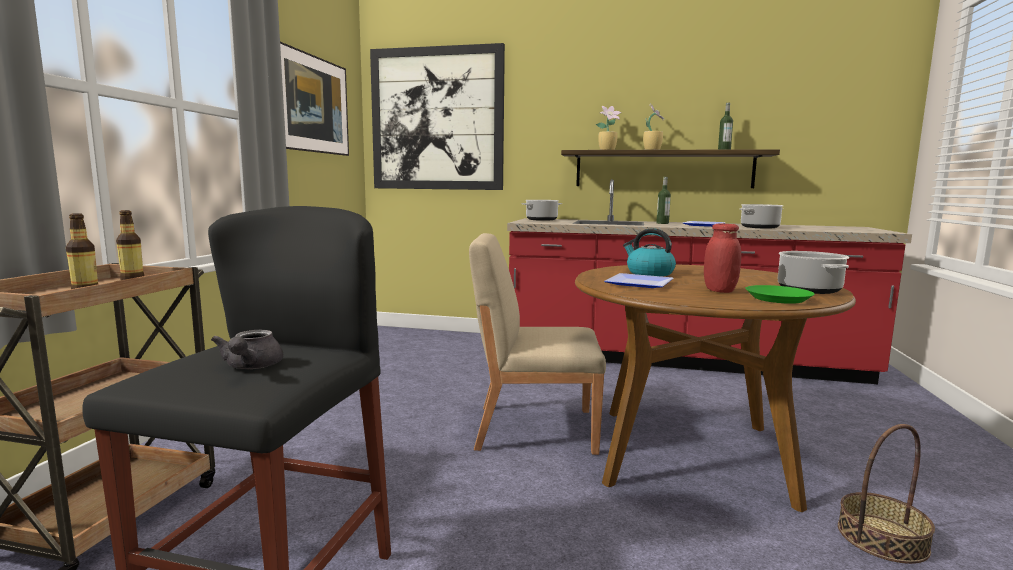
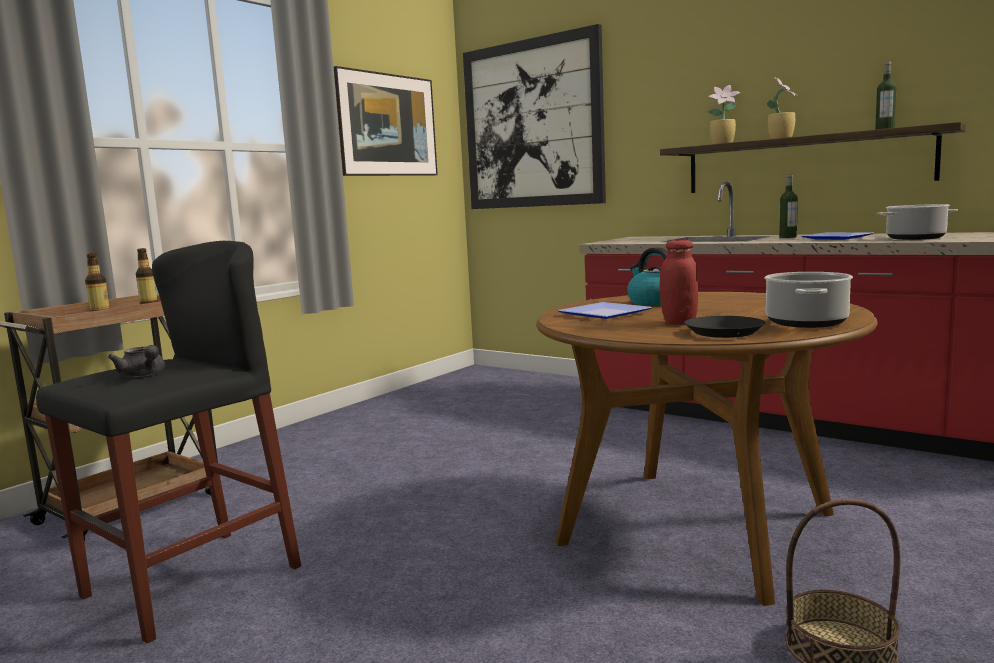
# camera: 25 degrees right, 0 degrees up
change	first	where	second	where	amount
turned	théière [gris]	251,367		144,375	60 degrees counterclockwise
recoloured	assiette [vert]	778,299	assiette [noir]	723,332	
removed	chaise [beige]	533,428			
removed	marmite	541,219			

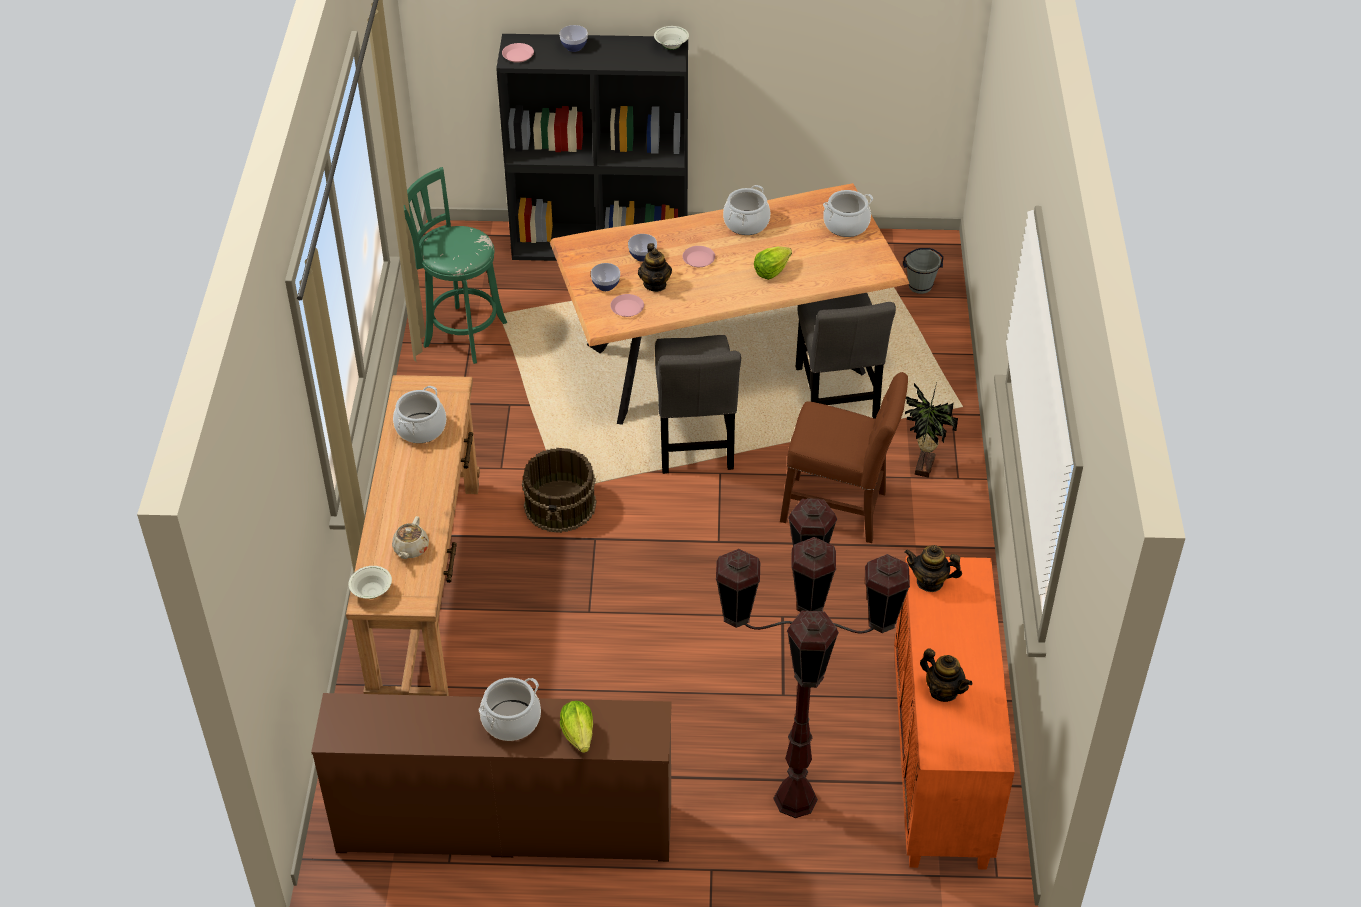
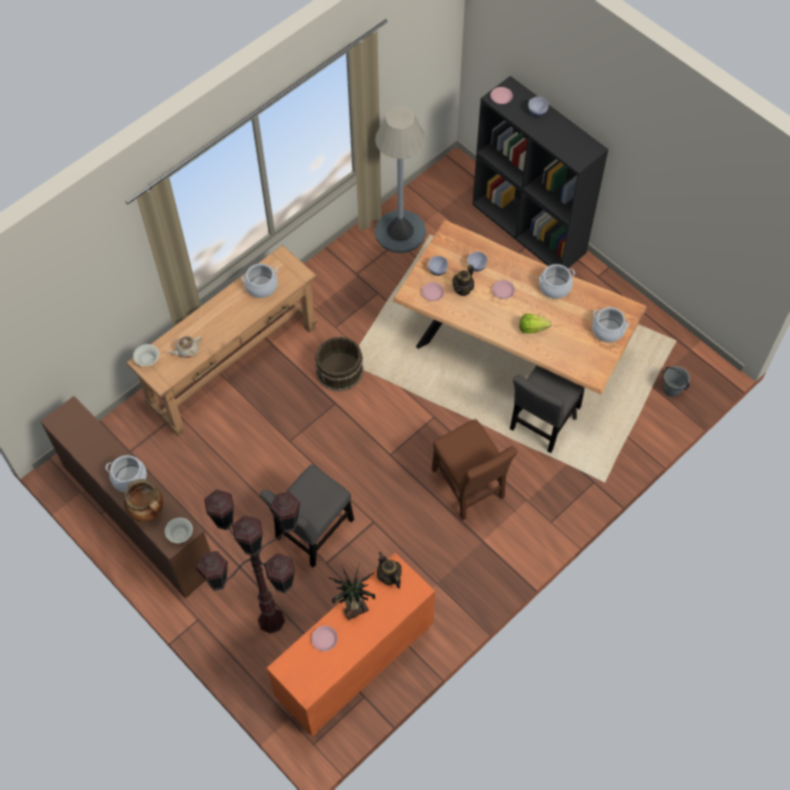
# camera: 45 degrees right, 15 degrees up
change	first	where	second	where	amount
replaced	laitue	578,734	marmite	148,511	
moved	bol [blanc]	671,47		180,534	
moved	chaise [gris]	694,443		312,532	
replaced	théière	943,691	assiette [rose]	324,639	
moved	plante en pot	922,466		354,609	
replaced	tabouret [vert]	461,333	lampadaire [gris]	400,231	

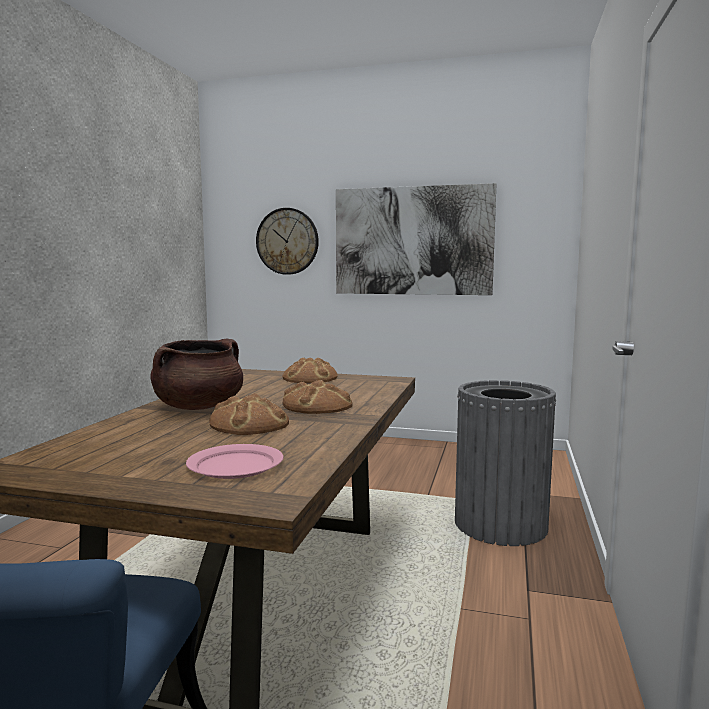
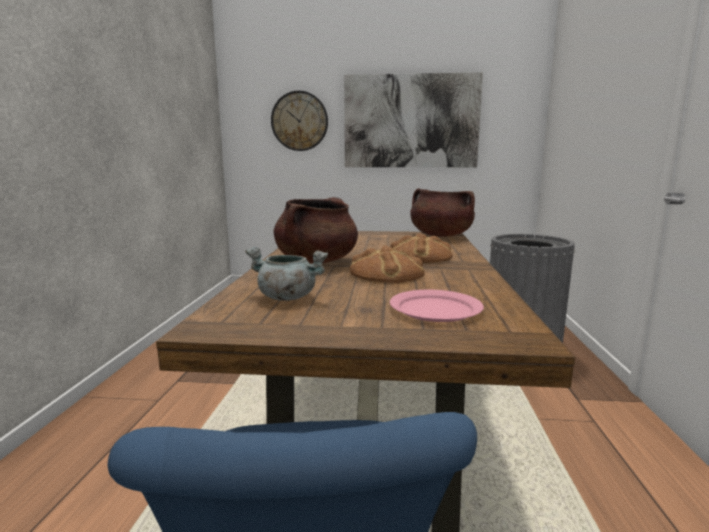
# camera: 10 degrees left, 5 degrees up
change	first	where	second	where	amount
added			marmite [gris]	286,297	
added			marmite [marron]	440,235	
removed	pain	310,378			

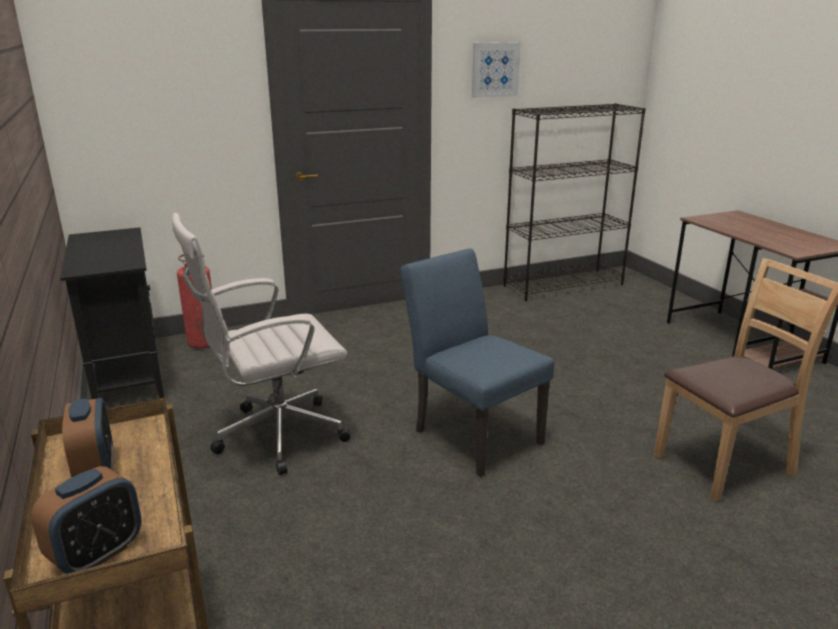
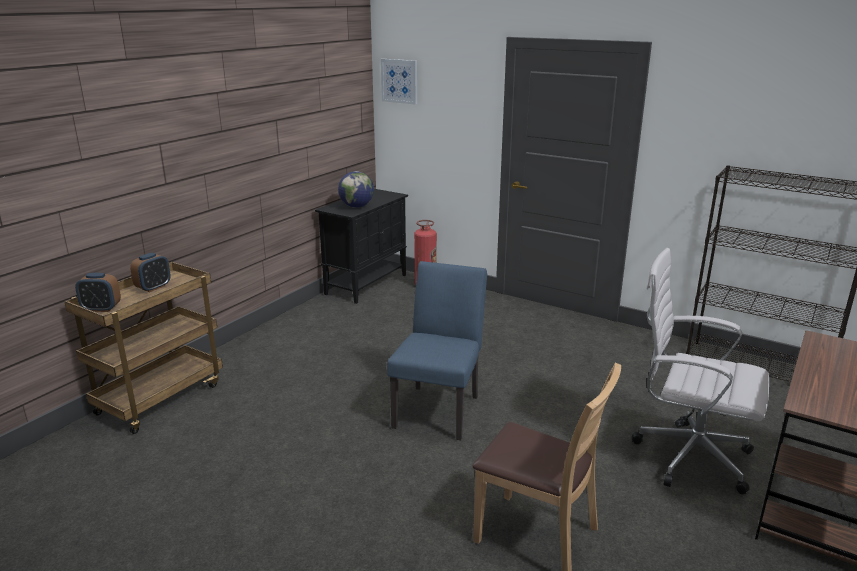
# camera: 55 degrees right, 0 degrees up
change	first	where	second	where	amount
added			globe	356,206	
moved	tableau	495,69		399,81	
moved	chaise de bureau [blanc]	274,437		686,456	

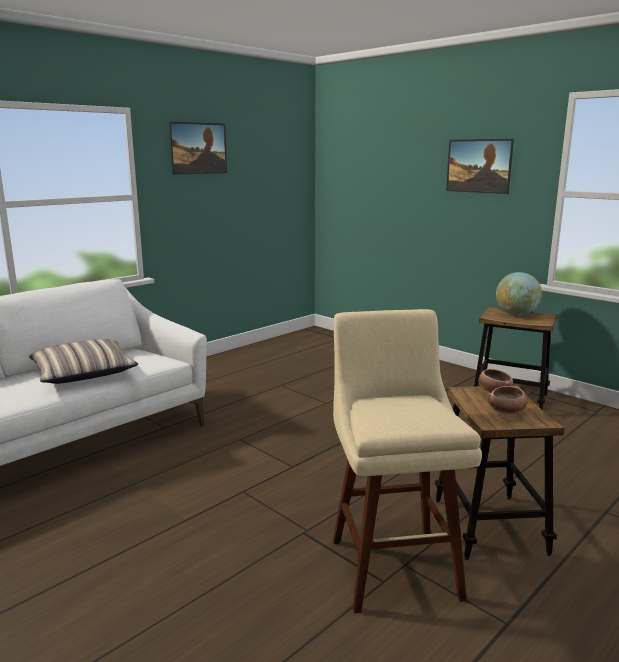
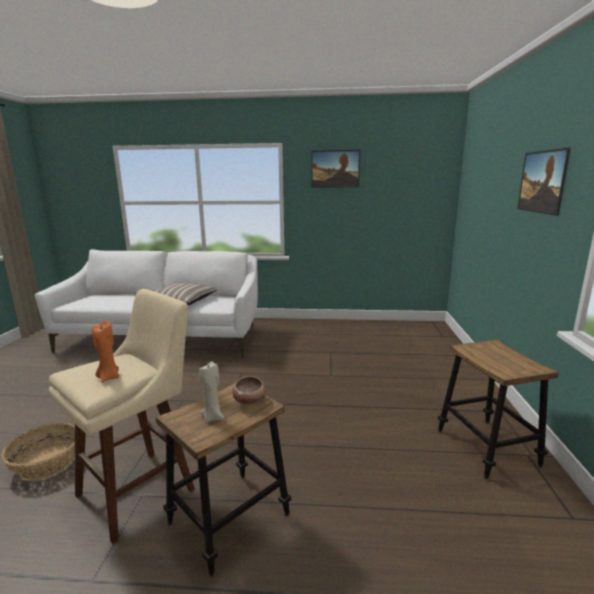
# camera: 50 degrees right, 0 degrees up
change	first	where	second	where	amount
added			panier	47,463	
added			bougie [orange]	108,377	
replaced	bol	507,411	bougie [beige]	213,417	
removed	globe	516,314			

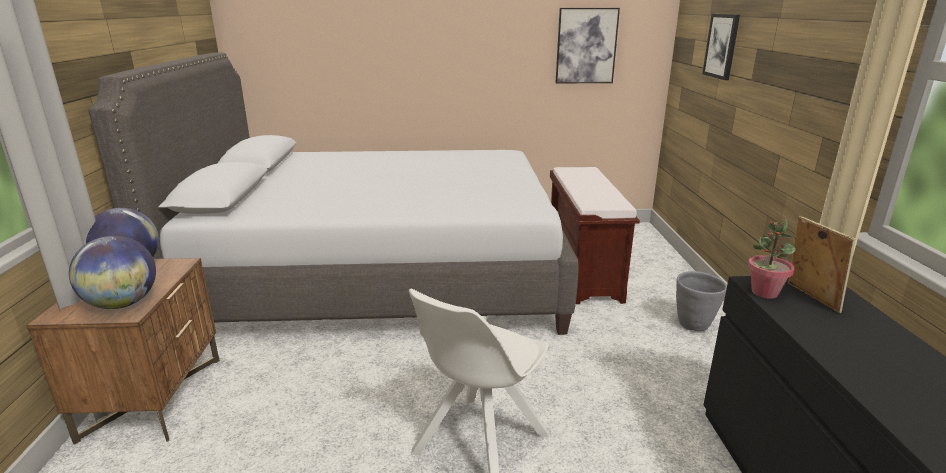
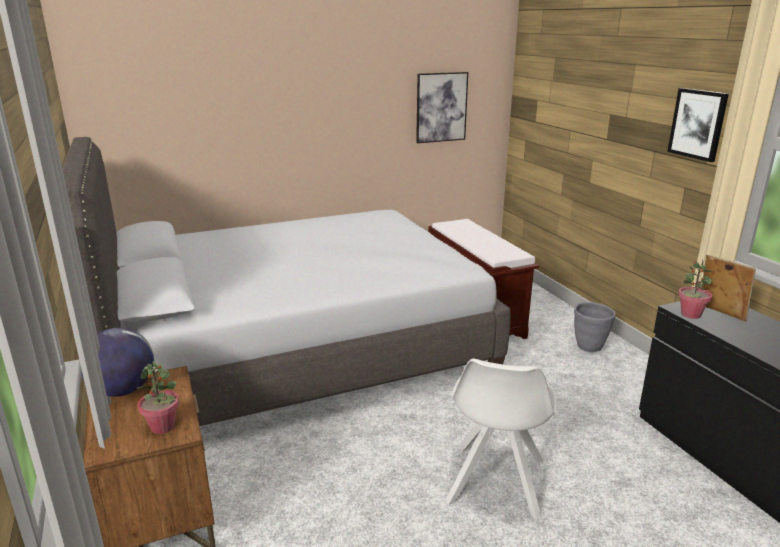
# camera: 20 degrees left, 0 degrees up
change	first	where	second	where	amount
replaced	globe	123,304	plante en pot	163,426	
moved	tableau	722,46		698,124	

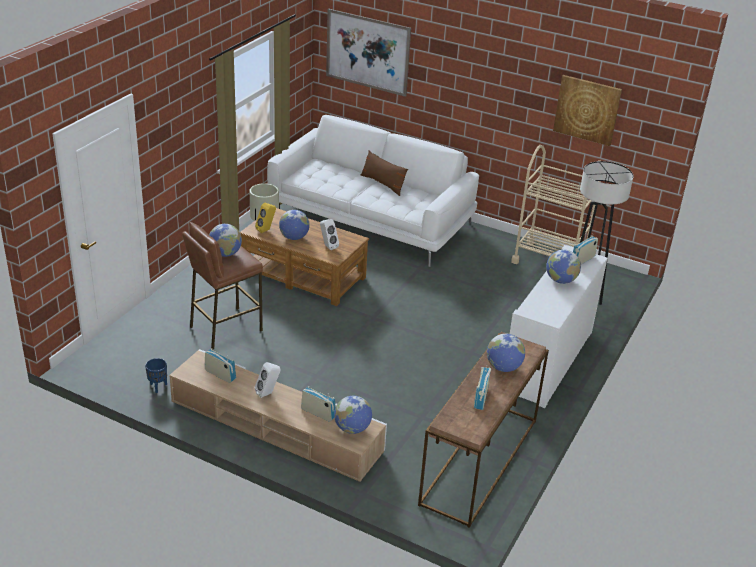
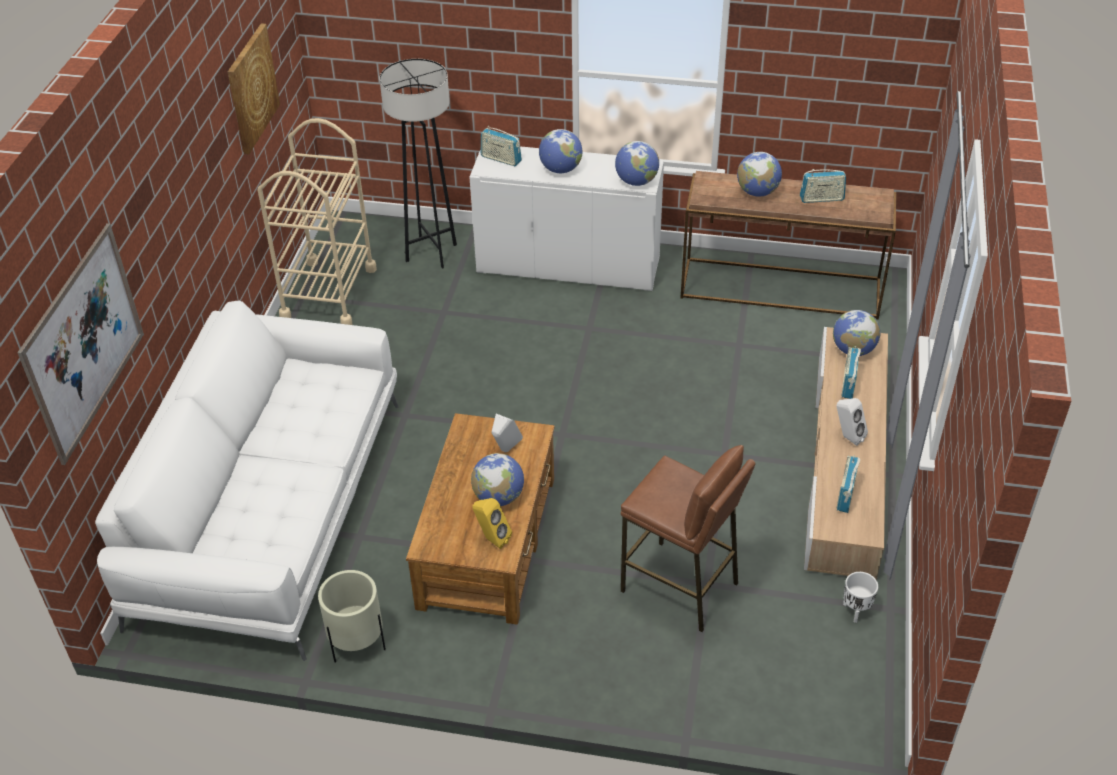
# camera: 105 degrees left, 10 degrees up
change	first	where	second	where	amount
moved	globe	225,254		636,181	
recoloured	cache-pot [bleu]	158,386	cache-pot [blanc]	855,610	
removed	coussin [marron]	383,184			

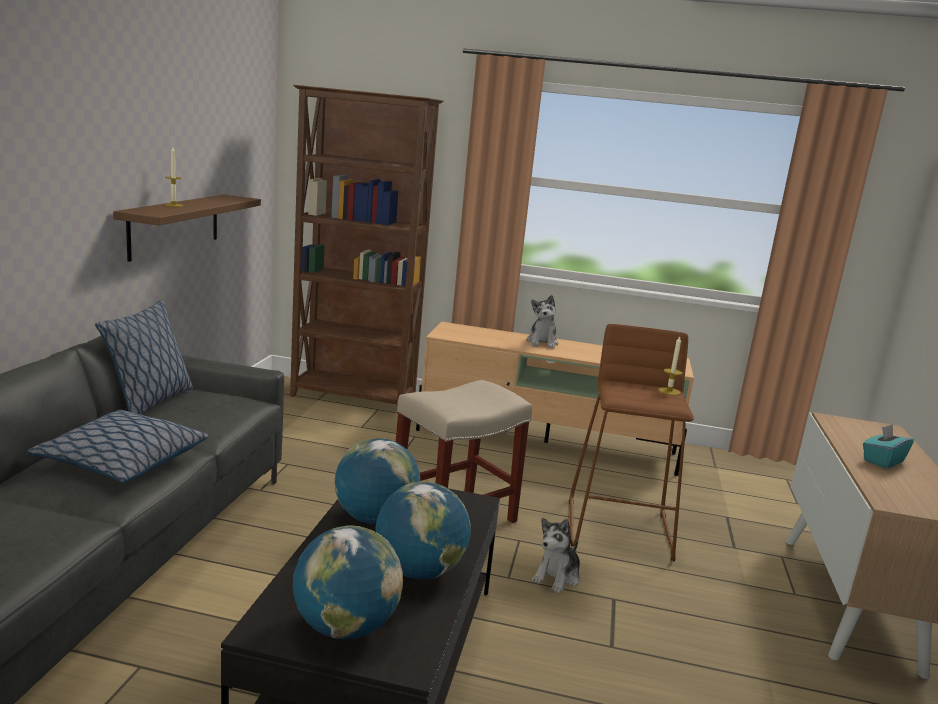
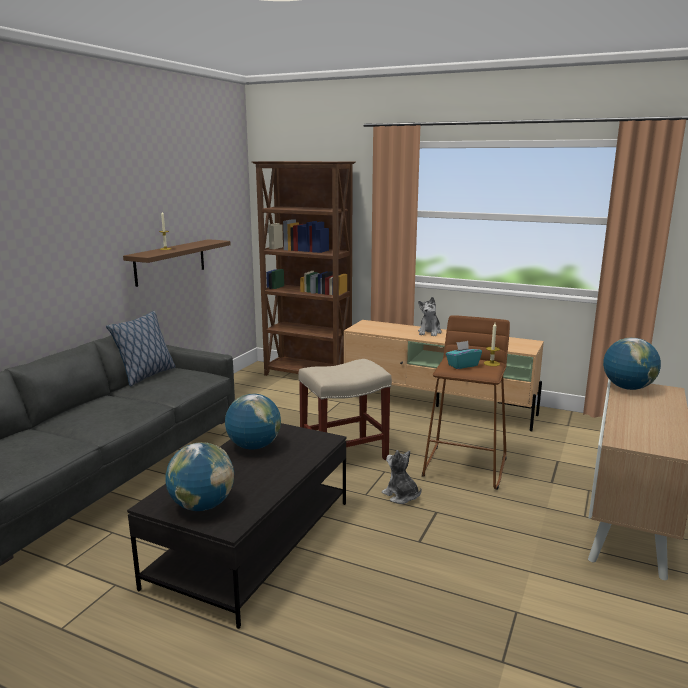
# camera: 15 degrees right, 0 degrees up
change	first	where	second	where	amount
turned	peluche	557,577		401,496	90 degrees clockwise
moved	boîte à mouchoirs [turquoise]	882,461		462,365	
moved	globe	419,571		627,388	
removed	coussin	122,461			

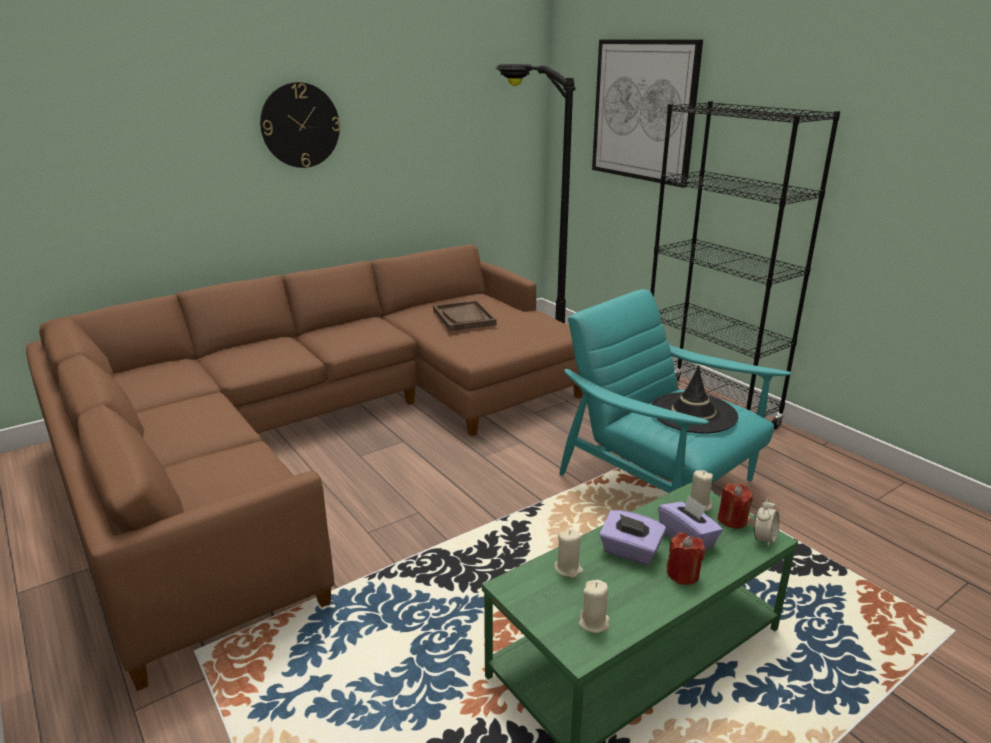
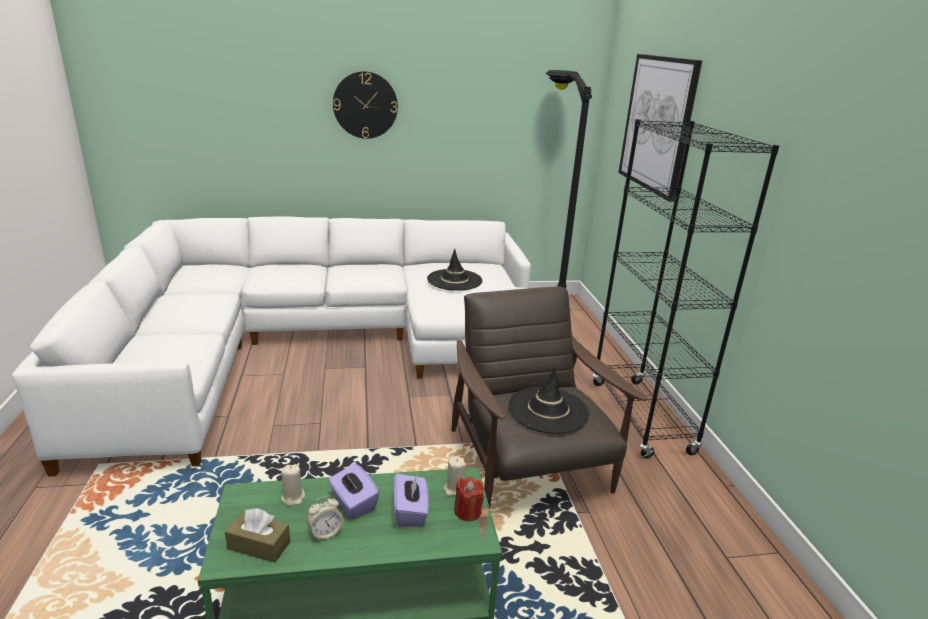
# camera: 25 degrees right, 0 degrees up
change	first	where	second	where	amount
recoloured	canapé [marron]	320,435	canapé [blanc]	315,345	
replaced	bougie [beige]	594,623	boîte à mouchoirs [marron]	259,545	
moved	réveil	764,539		325,532	
replaced	plateau [marron]	464,317	chapeau [noir]	454,280	
recoloured	fauteuil [turquoise]	659,481	fauteuil [marron]	528,464	
removed	bougie [rouge]	683,574			

